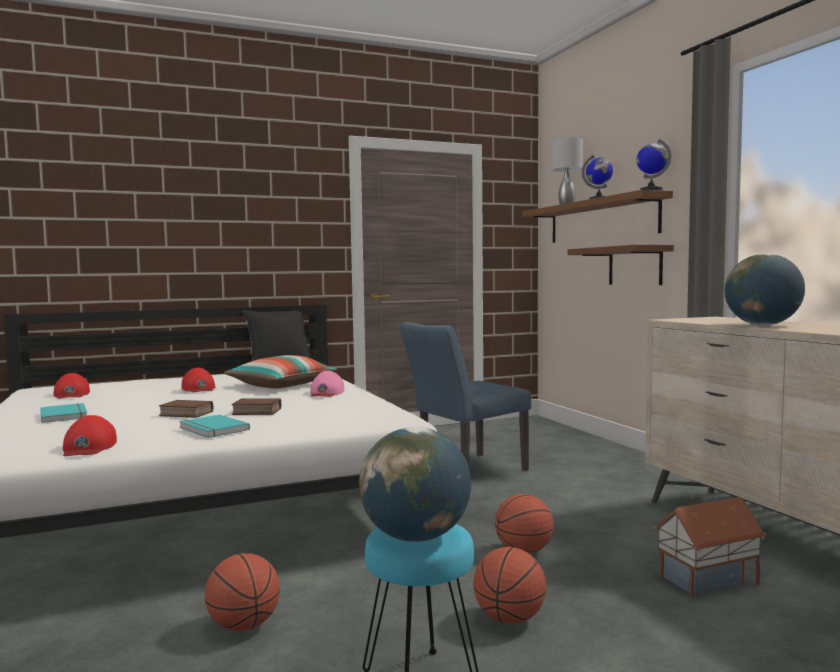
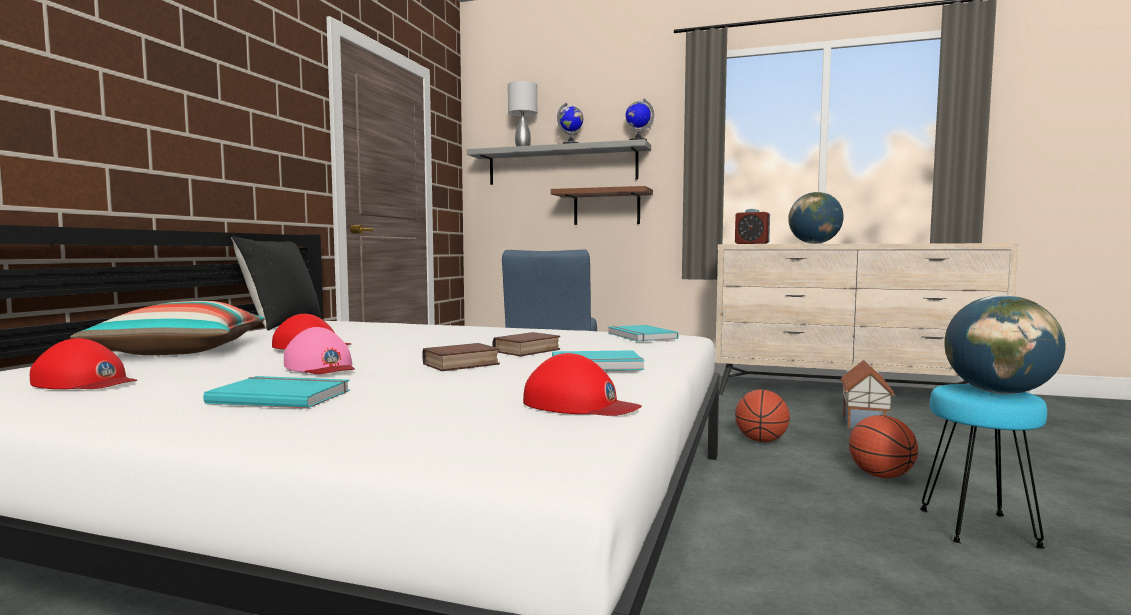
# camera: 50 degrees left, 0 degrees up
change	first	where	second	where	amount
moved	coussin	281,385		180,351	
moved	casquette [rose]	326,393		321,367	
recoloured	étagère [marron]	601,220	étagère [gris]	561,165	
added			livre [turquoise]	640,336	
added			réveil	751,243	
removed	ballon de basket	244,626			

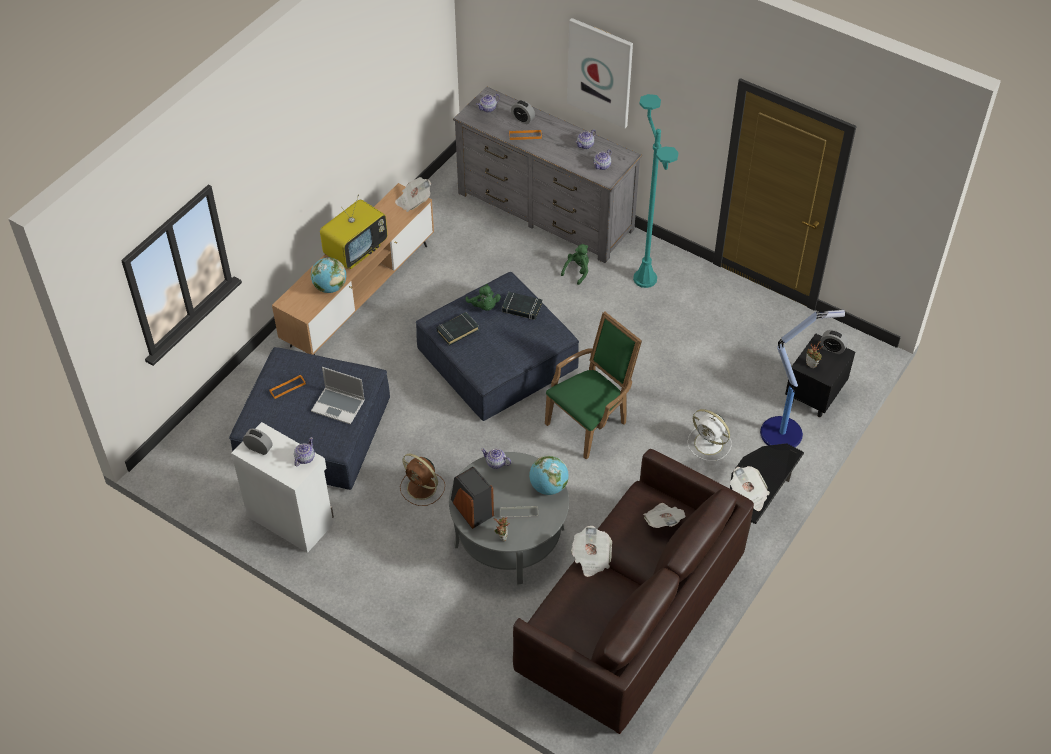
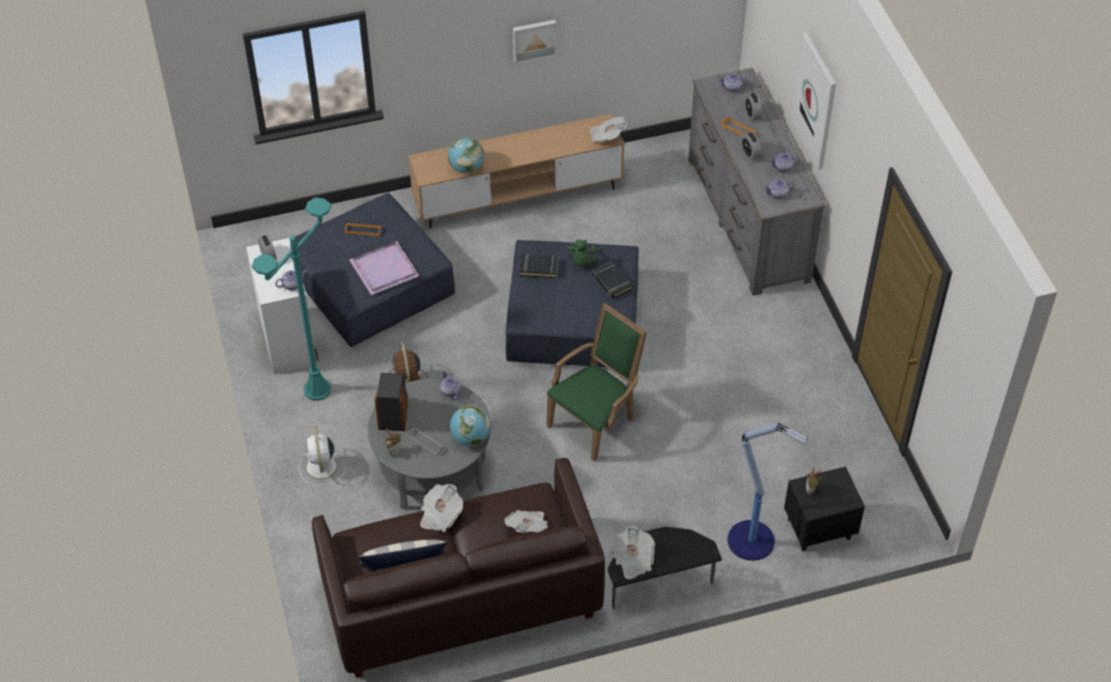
# camera: 40 degrees right, 0 degrees up
change	first	where	second	where	amount
moved	lampadaire [turquoise]	645,279		317,390	
moved	ventilateur [blanc]	709,444		321,468	
replaced	ordinateur portable	339,406	plateau [violet]	385,269	
added			coussin	403,563	
added			tableau	534,40	
turned	fauteuil [vert]	591,422		596,421	45 degrees counterclockwise
moved	réveil	832,348		750,153	
removed	téléviseur	356,251			
removed	peluche [vert]	577,271			

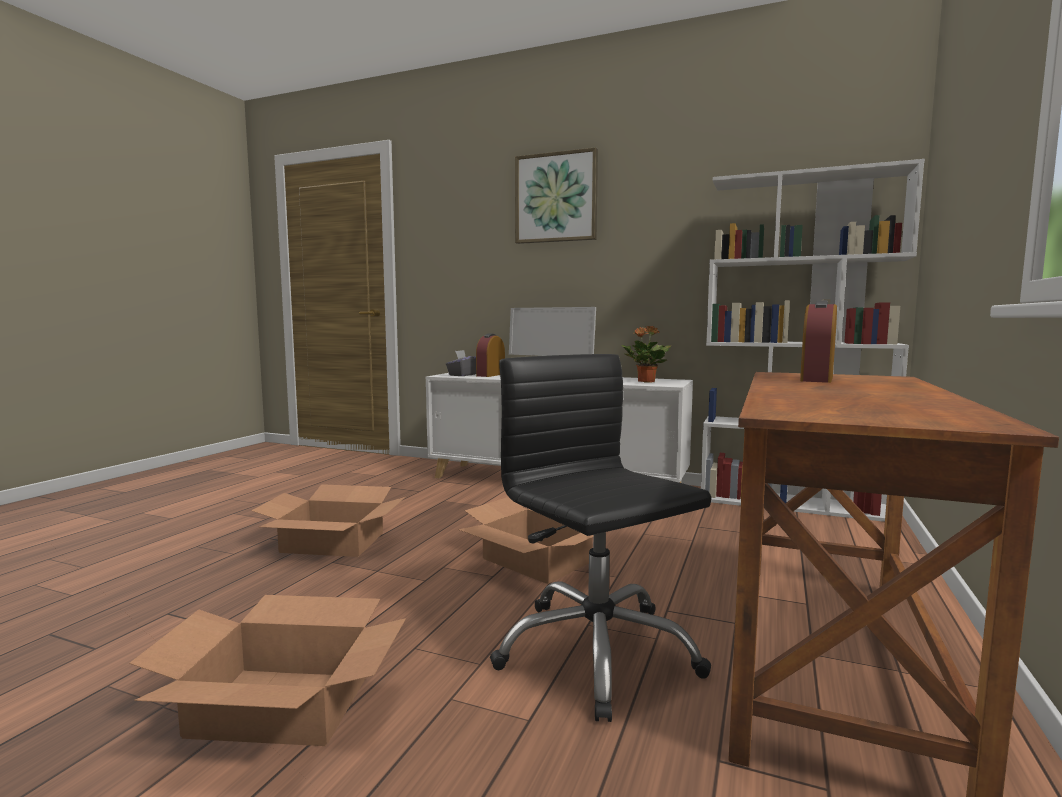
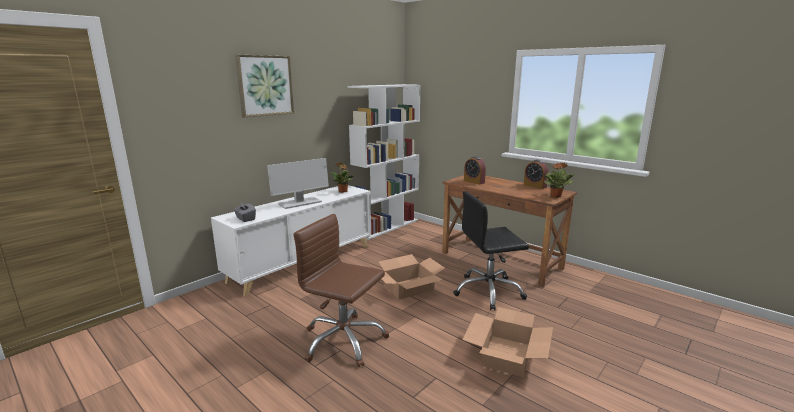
# camera: 70 degrees left, 10 degrees up
change	first	where	second	where	amount
replaced	carton	333,543	chaise de bureau [marron]	343,341	
moved	réveil	490,375		535,186	
added			plante en pot	556,196	

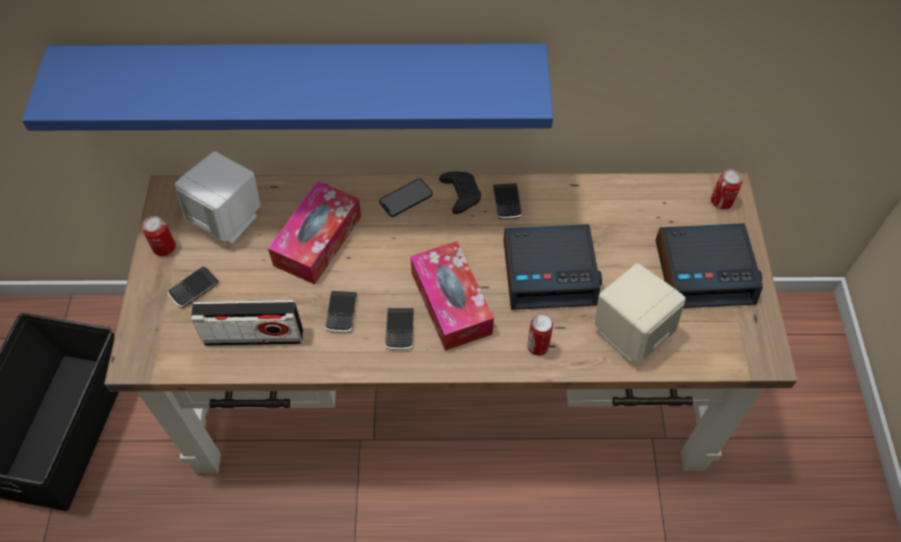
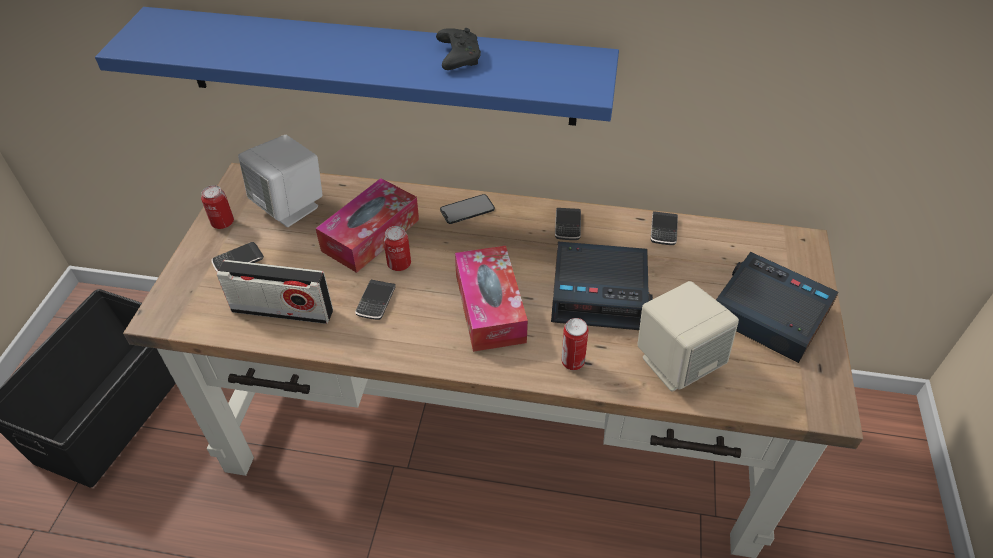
# camera: 10 degrees right, 10 degrees down
change	first	where	second	where	amount
moved	boîte métallique	721,202		399,264	
moved	manette [noir]	460,195		458,57	
moved	téléphone	400,330		663,230	
turned	réveil	704,271		768,314	150 degrees counterclockwise

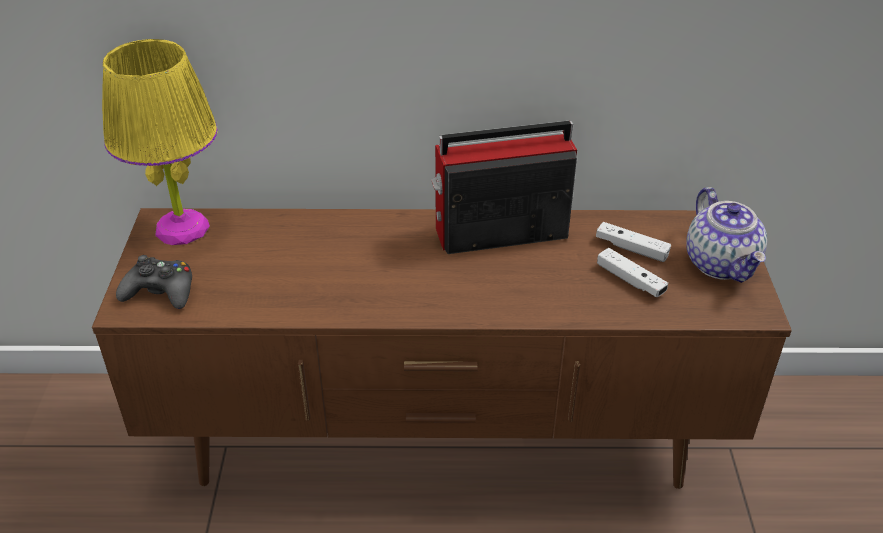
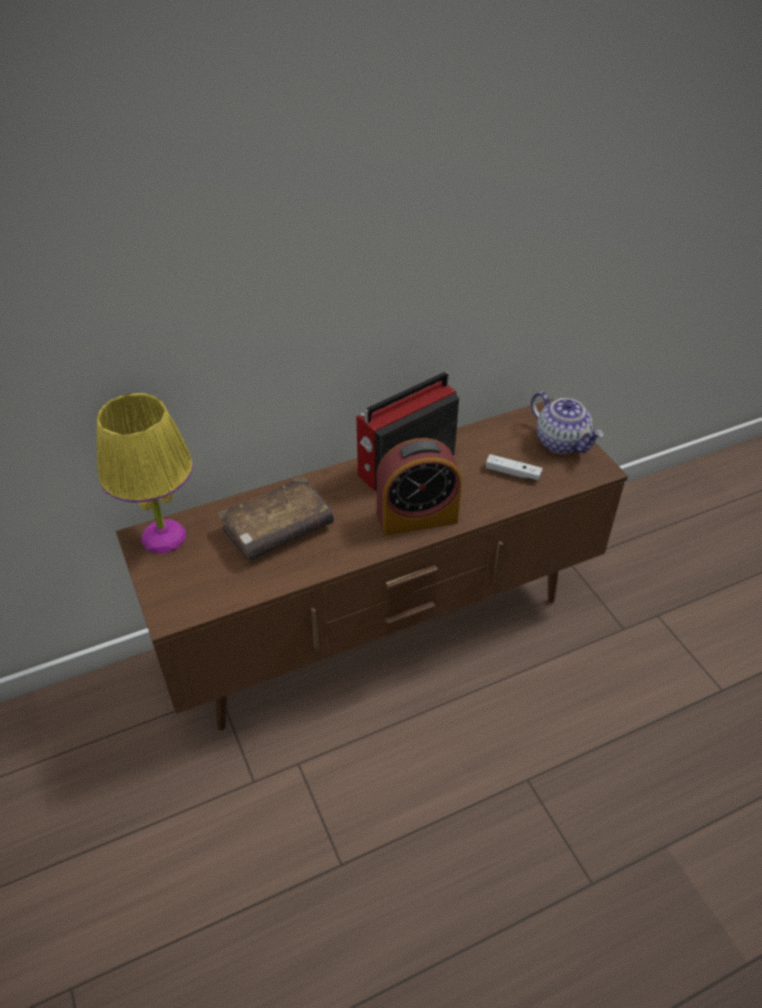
# camera: 25 degrees left, 5 degrees up
change	first	where	second	where	amount
added			livre [marron]	277,529	
added			réveil	417,517	
removed	manette [noir]	160,291			
removed	manette [blanc]	631,248			

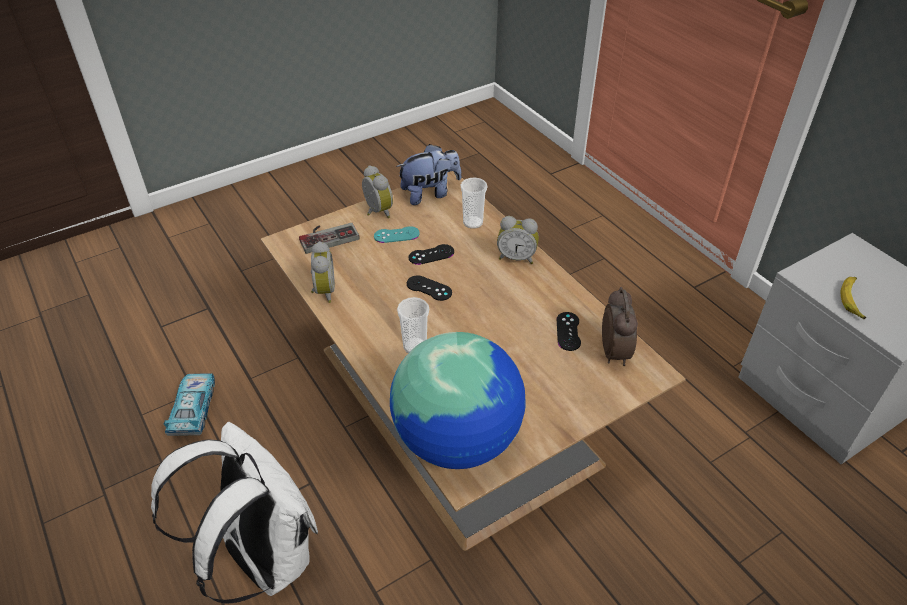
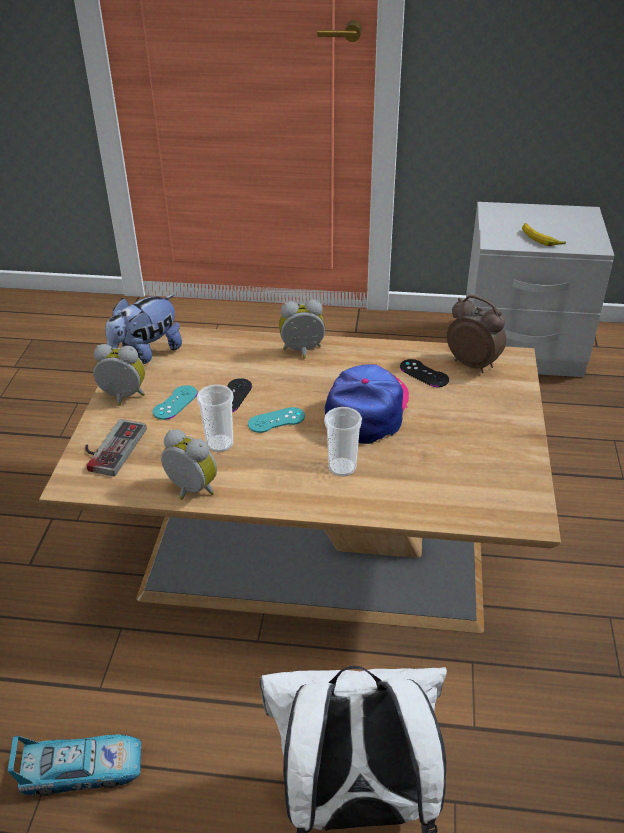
# camera: 50 degrees left, 5 degrees down
change	first	where	second	where	amount
turned	petite voiture	194,409		82,770	135 degrees clockwise
turned	peluche	430,193		146,353	150 degrees counterclockwise
moved	tasse	473,222		220,444	
recoloured	manette [noir]	429,288	manette [turquoise]	276,420	
turned	réveil	516,257		302,352	150 degrees counterclockwise
added			casquette	368,409	
removed	globe	458,440			

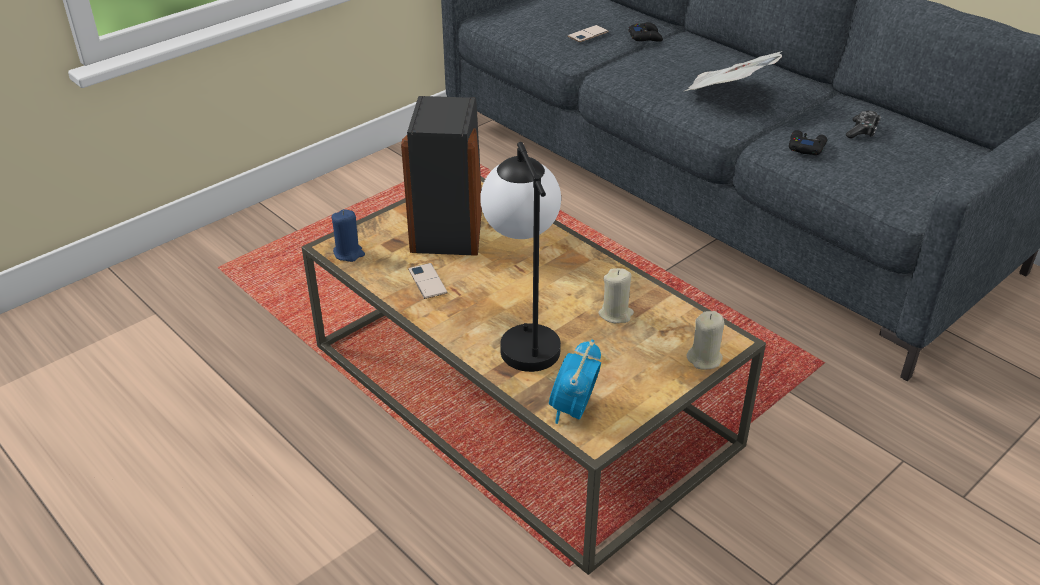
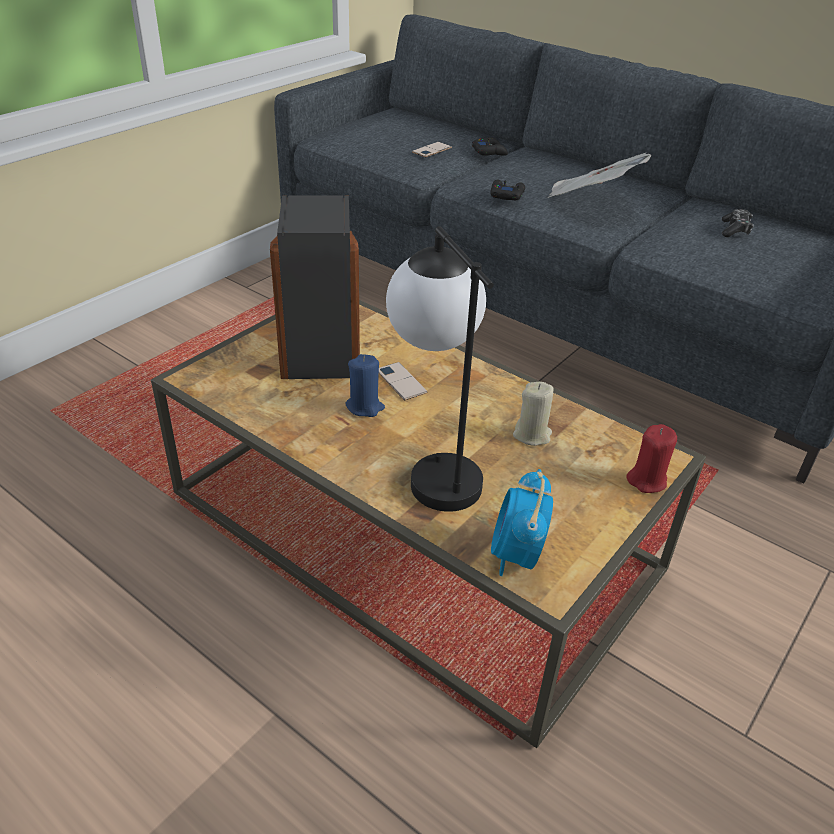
# camera: 10 degrees left, 0 degrees up
change	first	where	second	where	amount
moved	bougie [bleu]	349,253		365,407	
moved	téléphone	427,281		401,381	
moved	manette [noir]	806,147		506,195	
recoloured	bougie [beige]	704,359	bougie [rouge]	647,480	

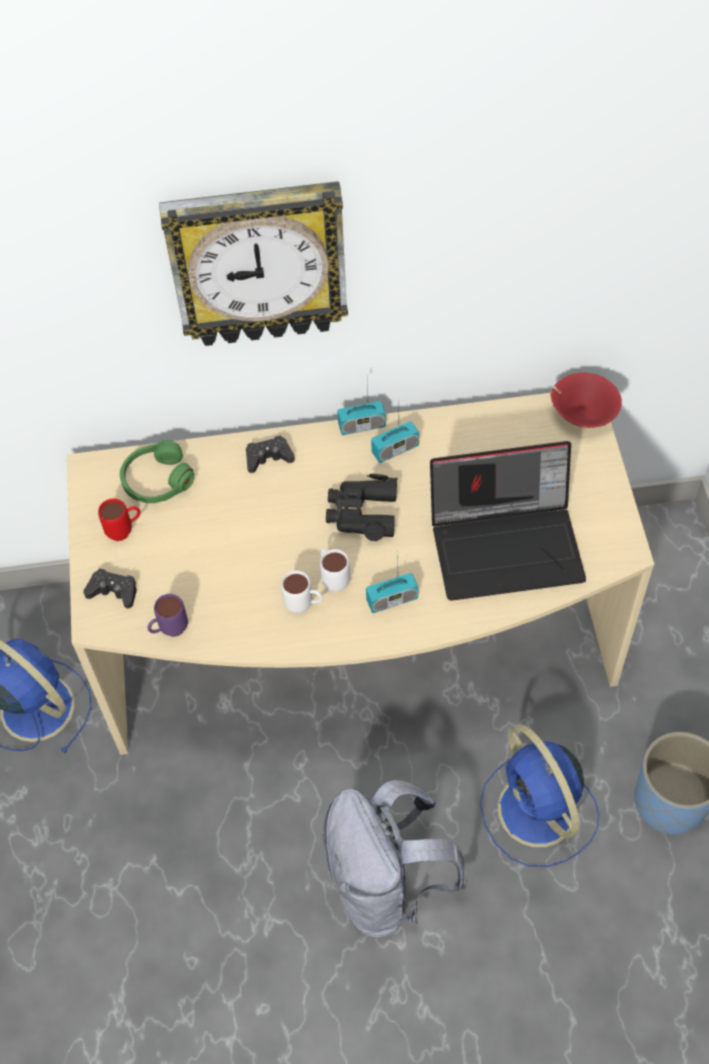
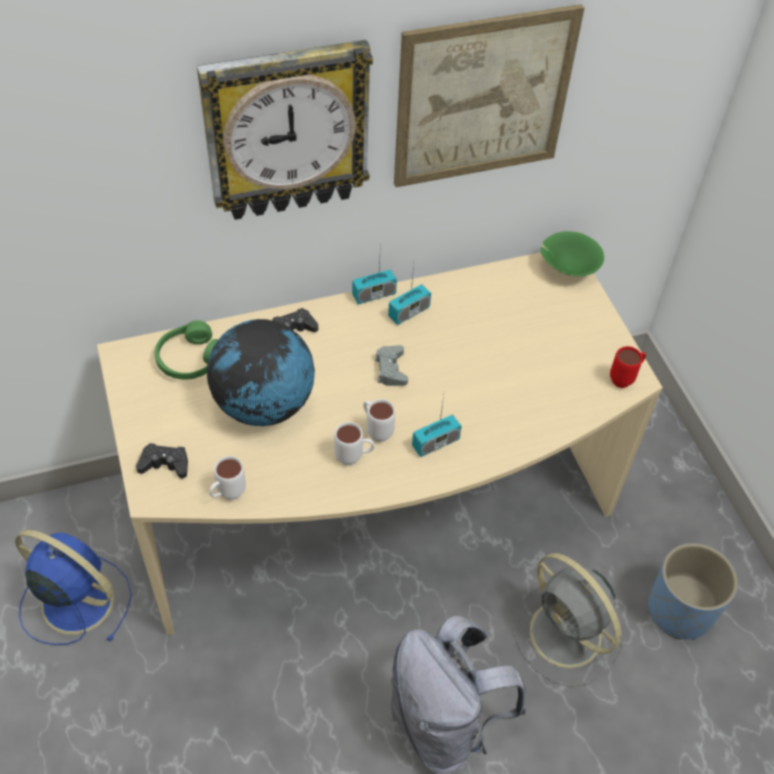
# camera: 15 degrees left, 5 degrees down
change	first	where	second	where	amount
added			globe	264,405	
recoloured	mug [violet]	169,631	mug [blanc]	227,495	
replaced	jumelles [noir]	362,513	manette [gris]	391,369	
added			tableau	483,98	
recoloured	ventilateur [bleu]	539,813	ventilateur [gris]	568,636	
recoloured	bol [rouge]	582,414	bol [vert]	567,269	
moved	mug [rouge]	125,531		625,379	
removed	ordinateur portable	507,544			

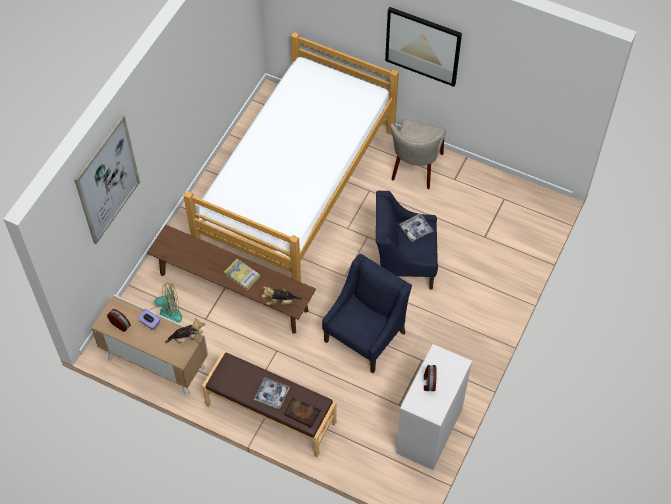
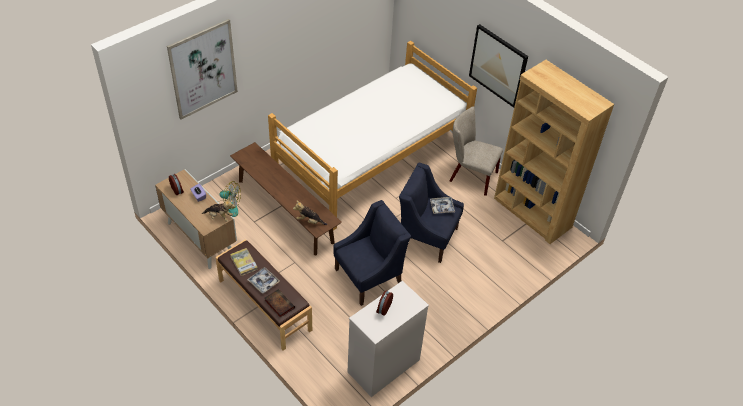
# camera: 20 degrees right, 10 degrees down
change	first	where	second	where	amount
moved	livre	242,275		244,263	
turned	chaise [beige]	415,169		470,176	75 degrees clockwise
added			bibliothèque [marron]	532,213	

